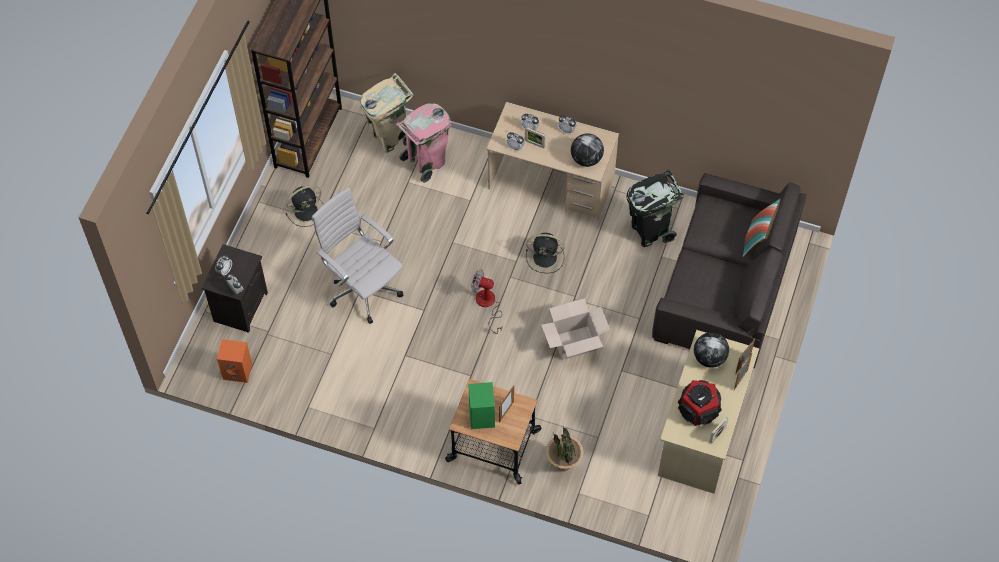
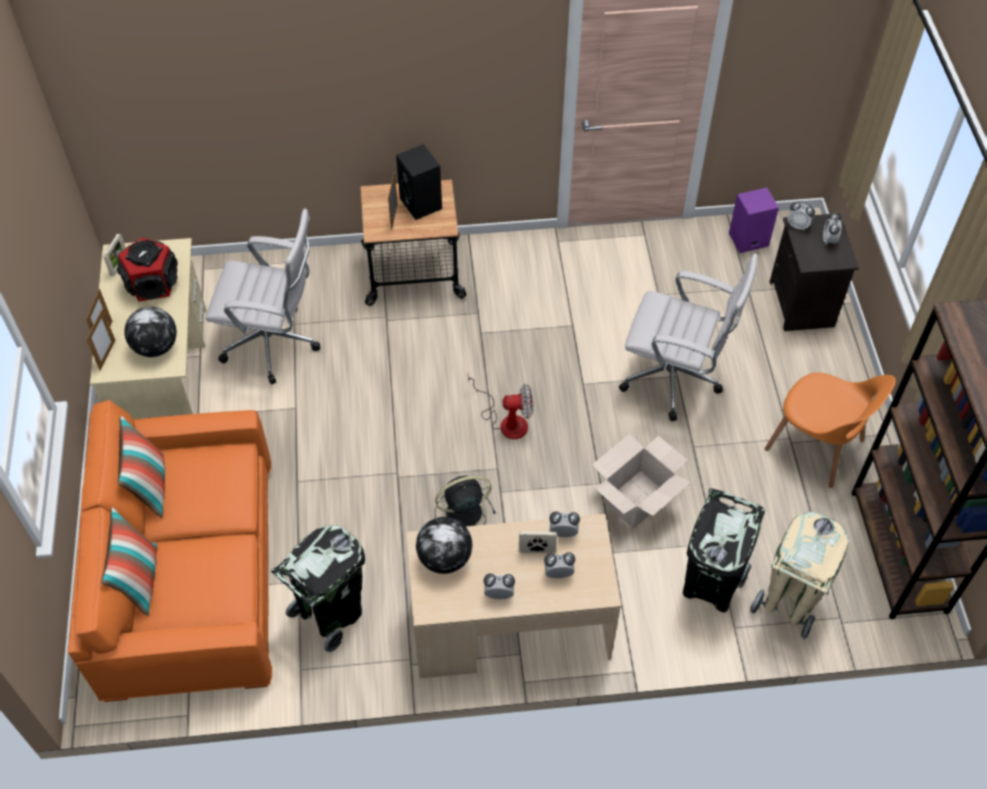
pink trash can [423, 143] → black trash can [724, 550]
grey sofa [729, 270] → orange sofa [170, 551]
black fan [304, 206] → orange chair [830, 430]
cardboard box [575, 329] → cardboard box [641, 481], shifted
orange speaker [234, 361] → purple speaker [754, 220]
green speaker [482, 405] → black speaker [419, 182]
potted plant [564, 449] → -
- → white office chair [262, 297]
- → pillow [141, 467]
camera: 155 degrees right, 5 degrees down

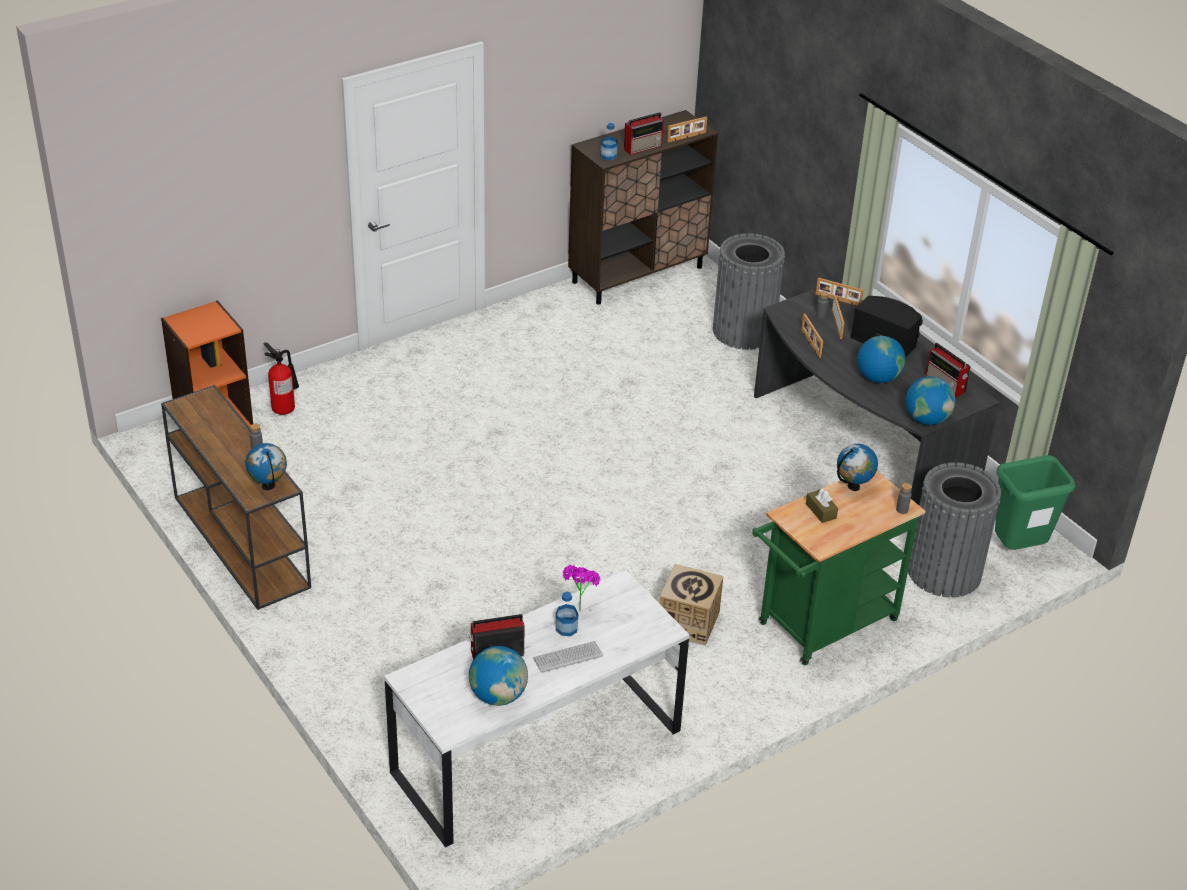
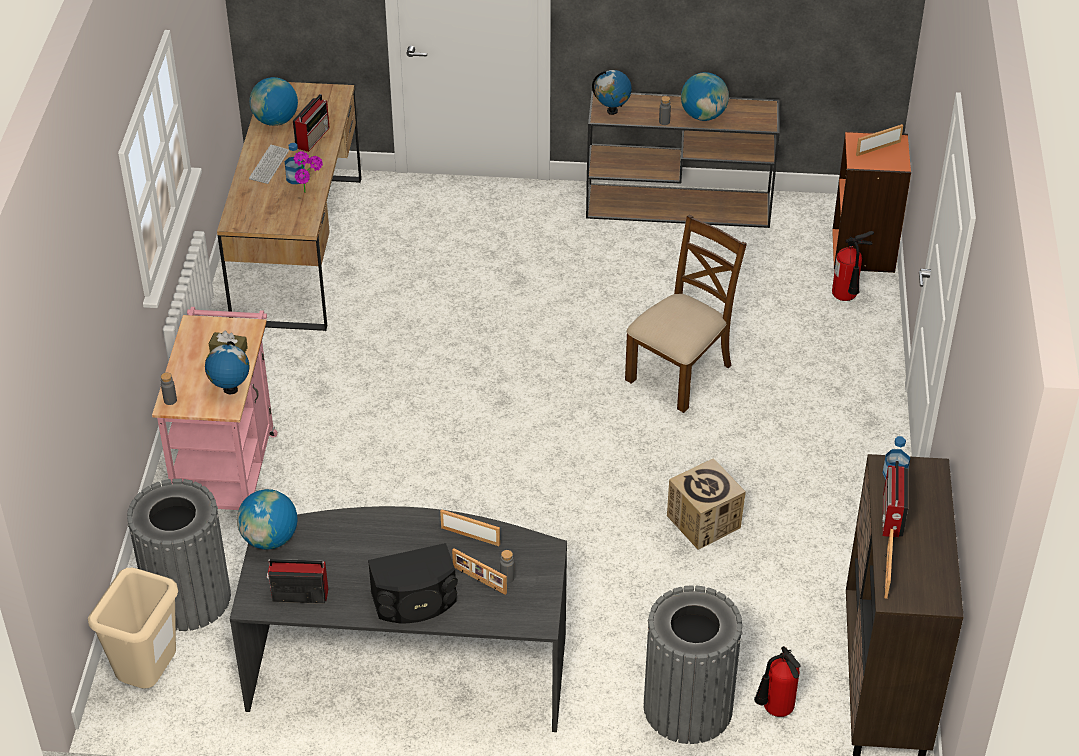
picture frame [839, 291] → picture frame [879, 140], shifted
globe [881, 359] → globe [705, 96], shifted
green trash can [1035, 502] → beige trash can [133, 628]
green cart [839, 568] → pink cart [215, 408]
cardboard box [691, 605] → cardboard box [706, 504], shifted
white desk [537, 708] → brown desk [289, 206]
- → brown chair [686, 314]
- → fire extinguisher [777, 681]
camera: 130 degrees right, 5 degrees up

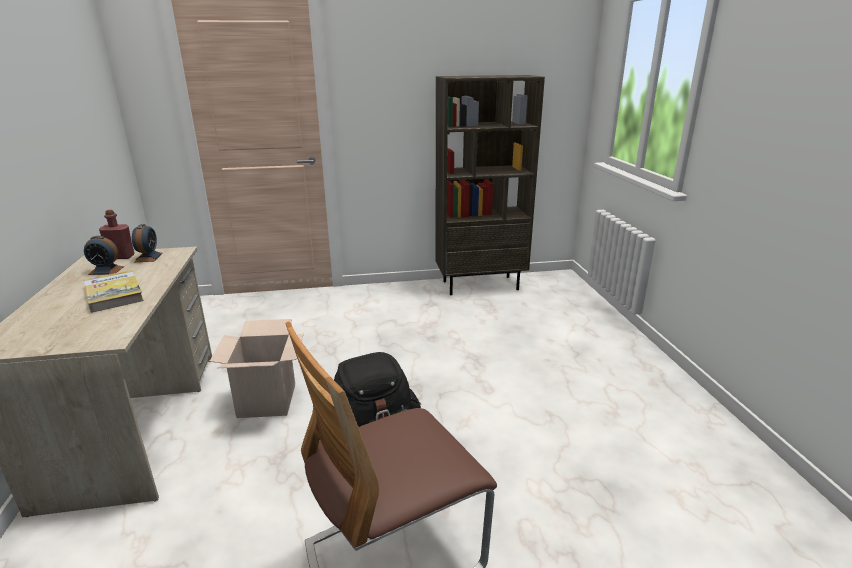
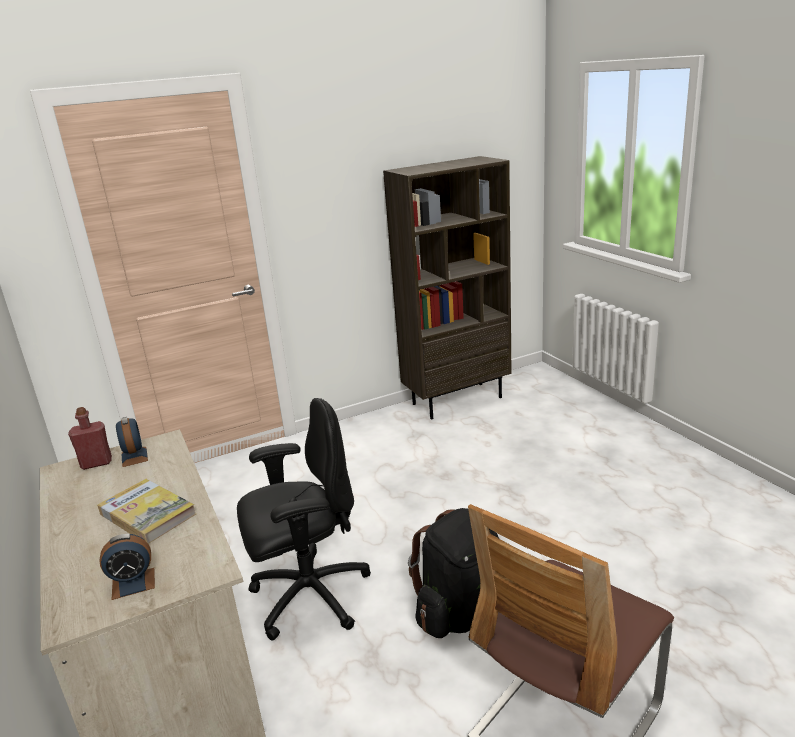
alarm clock [104, 255] → alarm clock [127, 567], shifted
cardboard box [256, 368] → black office chair [304, 519]
camera: 15 degrees left, 0 degrees up

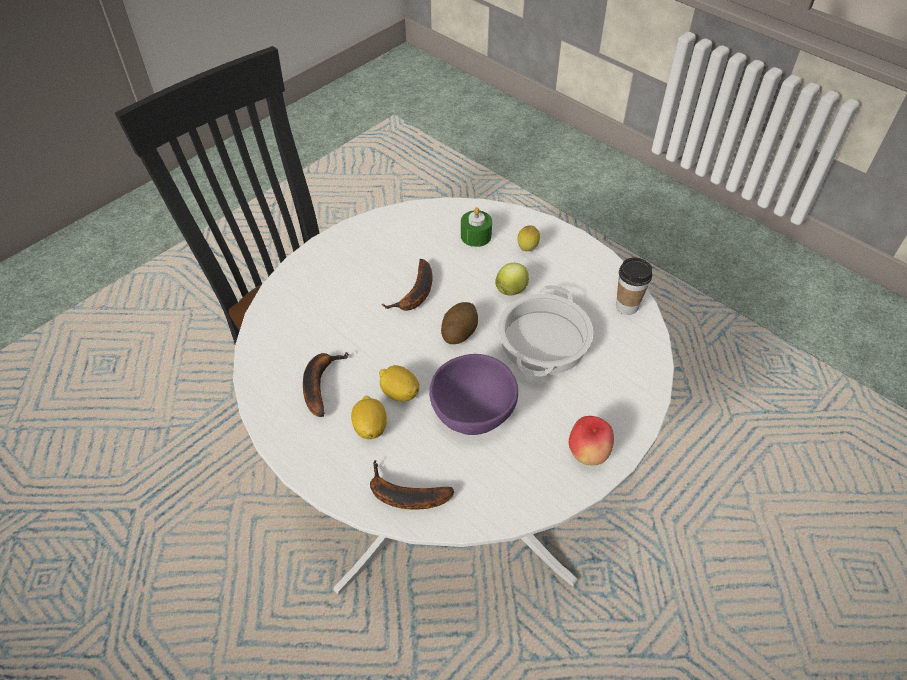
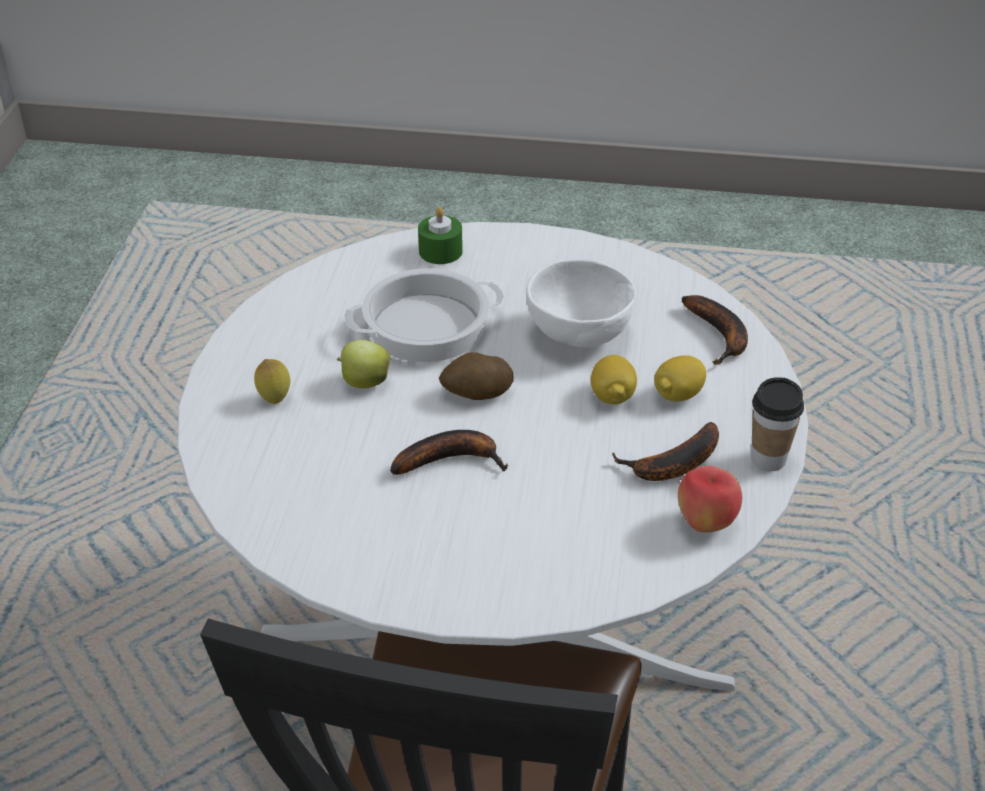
green candle [476, 227] → green candle [440, 235], shifted
cup [634, 286] → cup [777, 424], shifted
purple bowl [473, 394] → white bowl [581, 303]
apple [591, 440] → apple [710, 499], shifted
camera: 125 degrees left, 10 degrees down

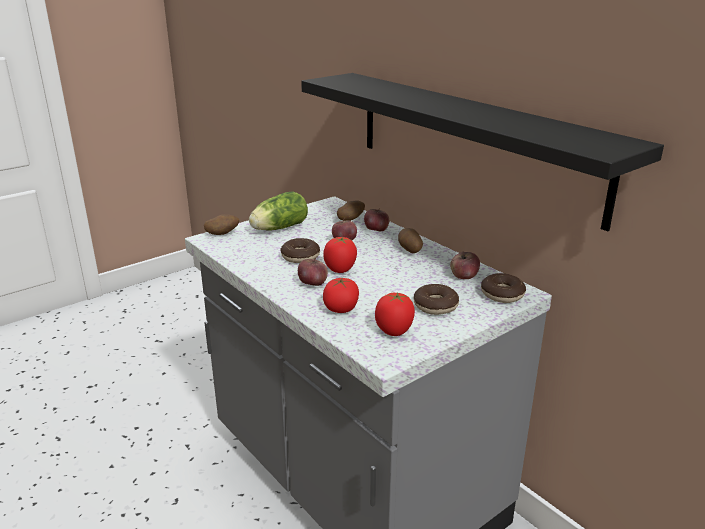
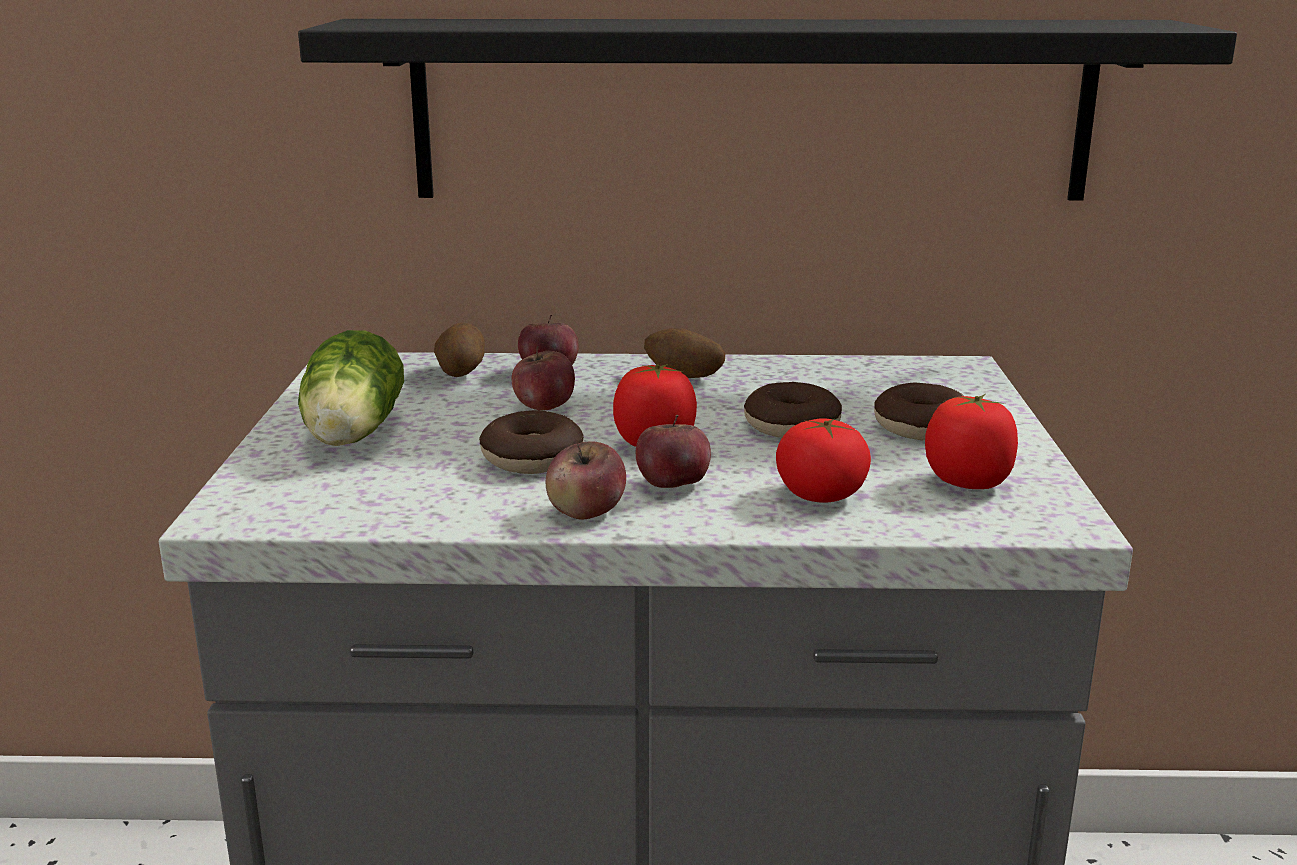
potato [221, 225] → -
apple [465, 265] → apple [586, 480], shifted
donut [503, 288] → donut [793, 410], shifted
camera: 50 degrees left, 5 degrees down

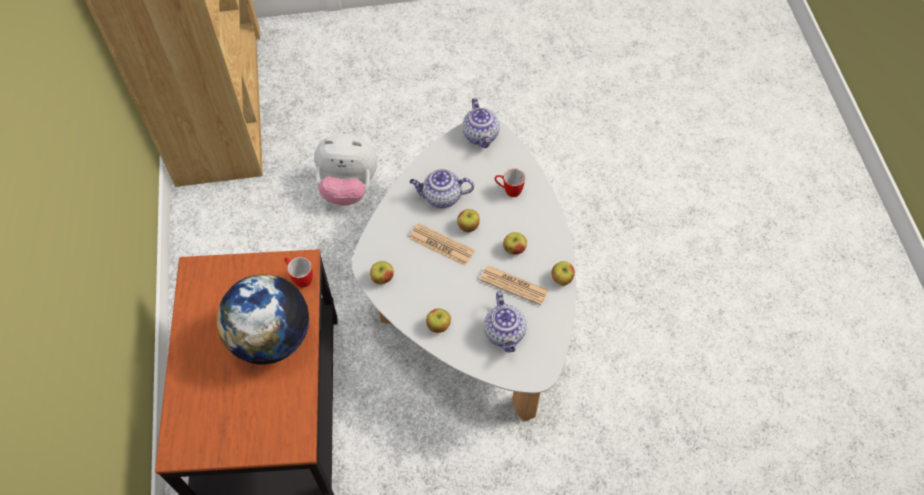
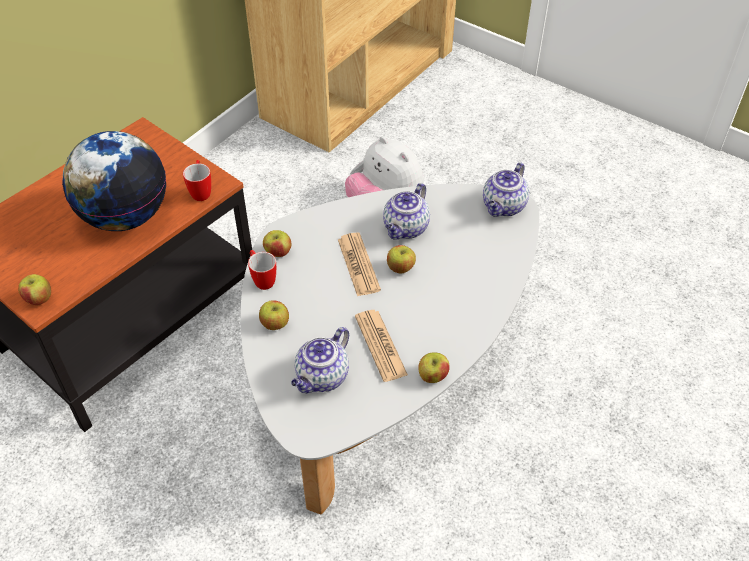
mug [510, 182] → mug [262, 270], shifted
teapot [441, 188] → teapot [406, 211], 105 degrees counterclockwise
apple [515, 243] → apple [34, 289], shifted
camera: 45 degrees right, 10 degrees down

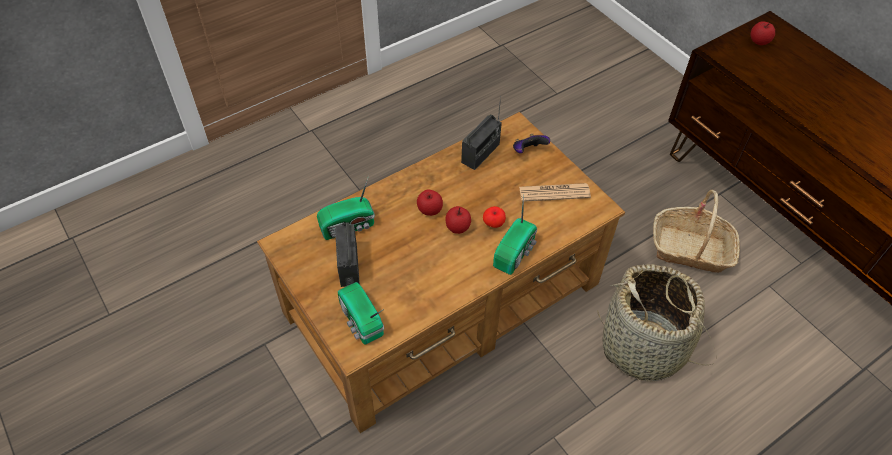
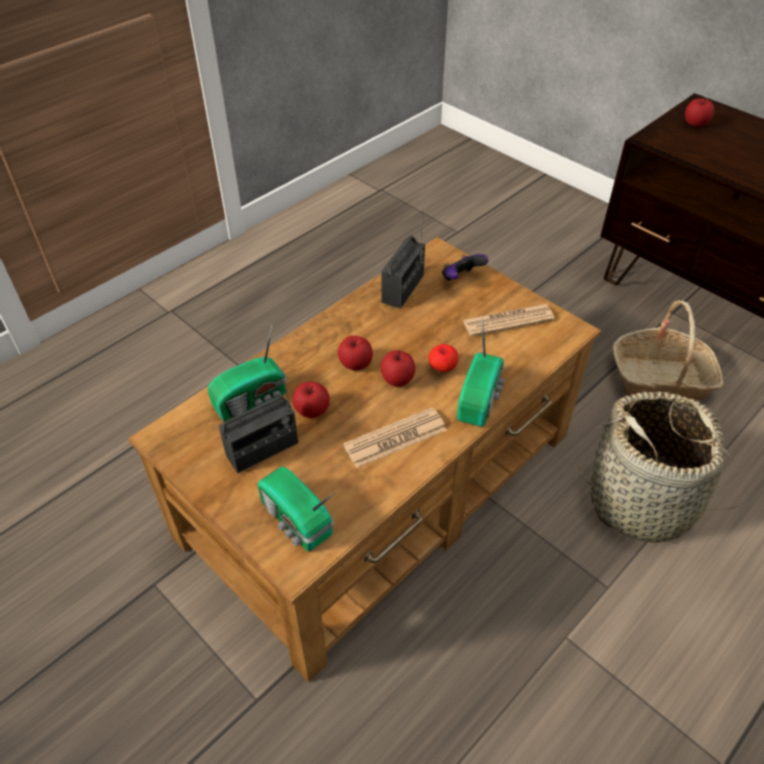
radio [347, 254] → radio [258, 422], 105 degrees counterclockwise
- → apple [311, 400]
- → newspaper [395, 437]
camera: 10 degrees left, 5 degrees down

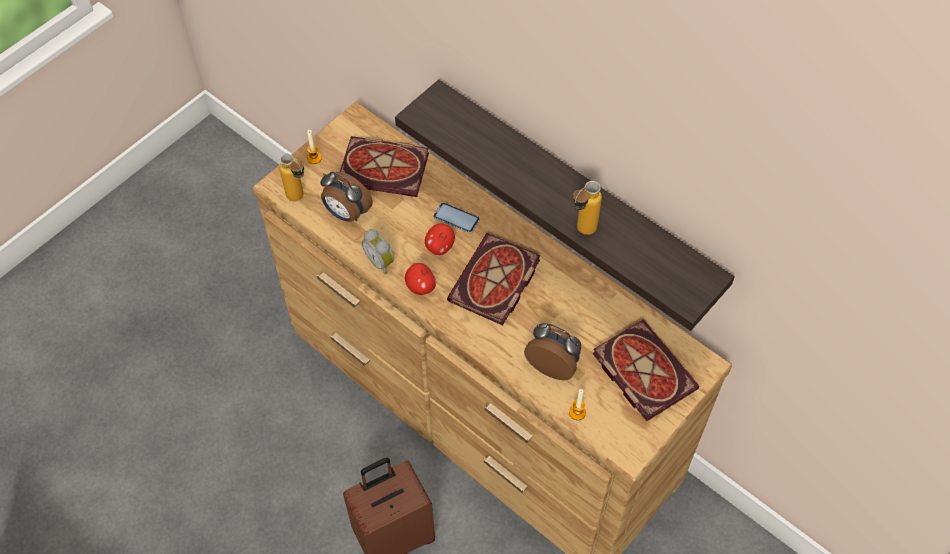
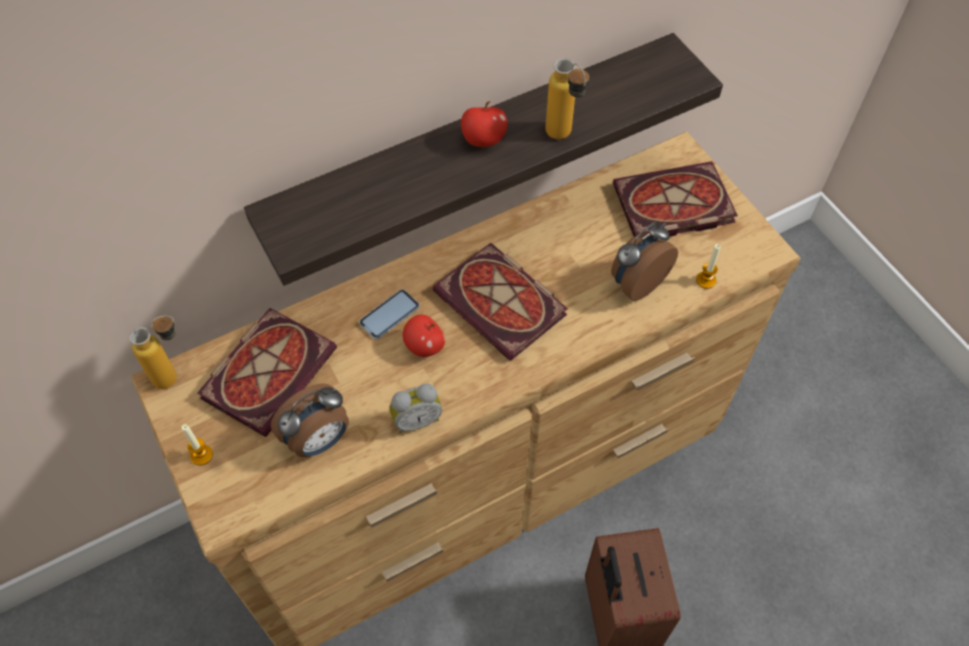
bottle [292, 177] → bottle [153, 352], shifted
apple [420, 279] → apple [484, 124], shifted
camera: 70 degrees left, 0 degrees up

